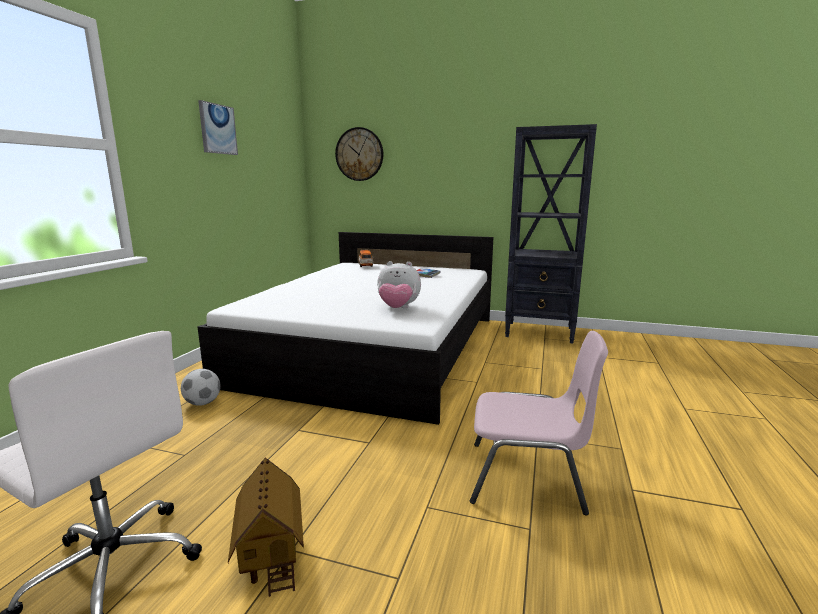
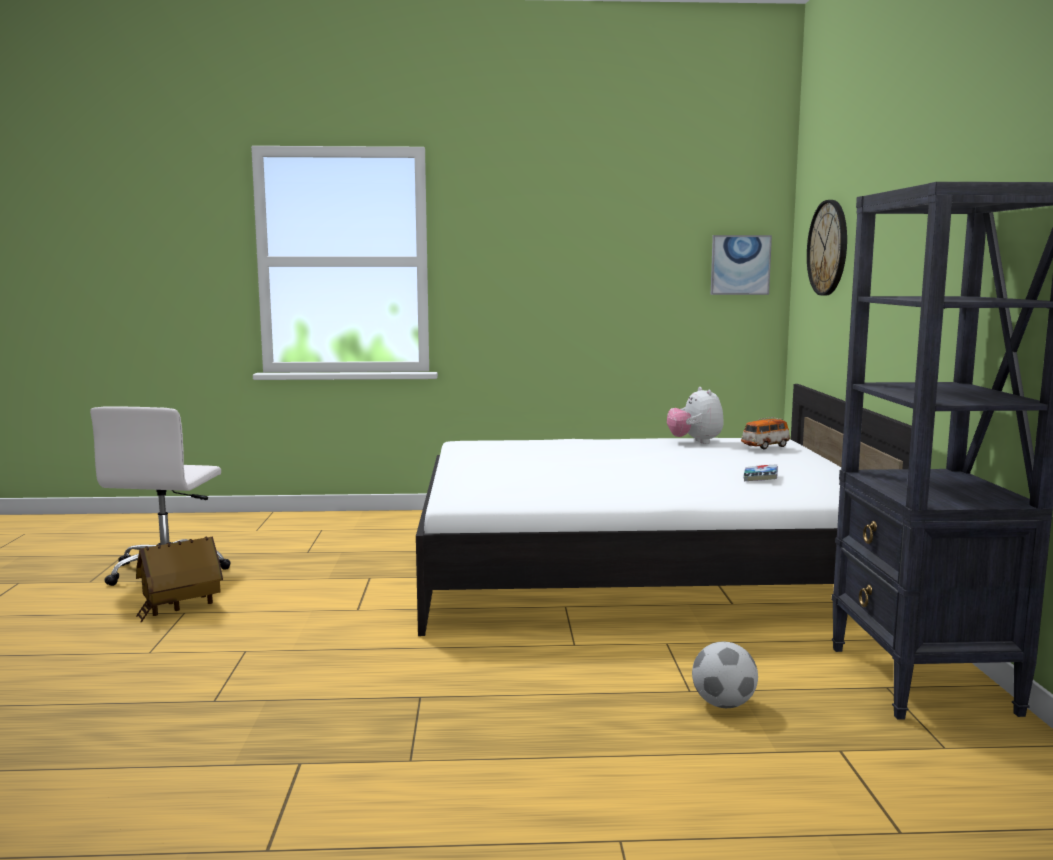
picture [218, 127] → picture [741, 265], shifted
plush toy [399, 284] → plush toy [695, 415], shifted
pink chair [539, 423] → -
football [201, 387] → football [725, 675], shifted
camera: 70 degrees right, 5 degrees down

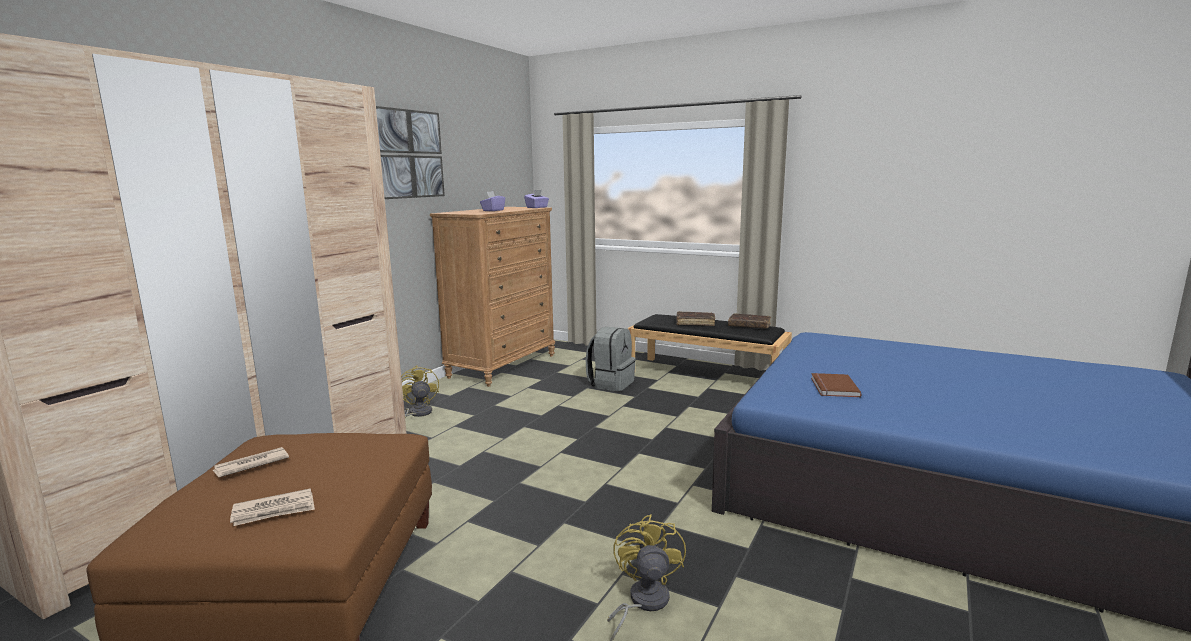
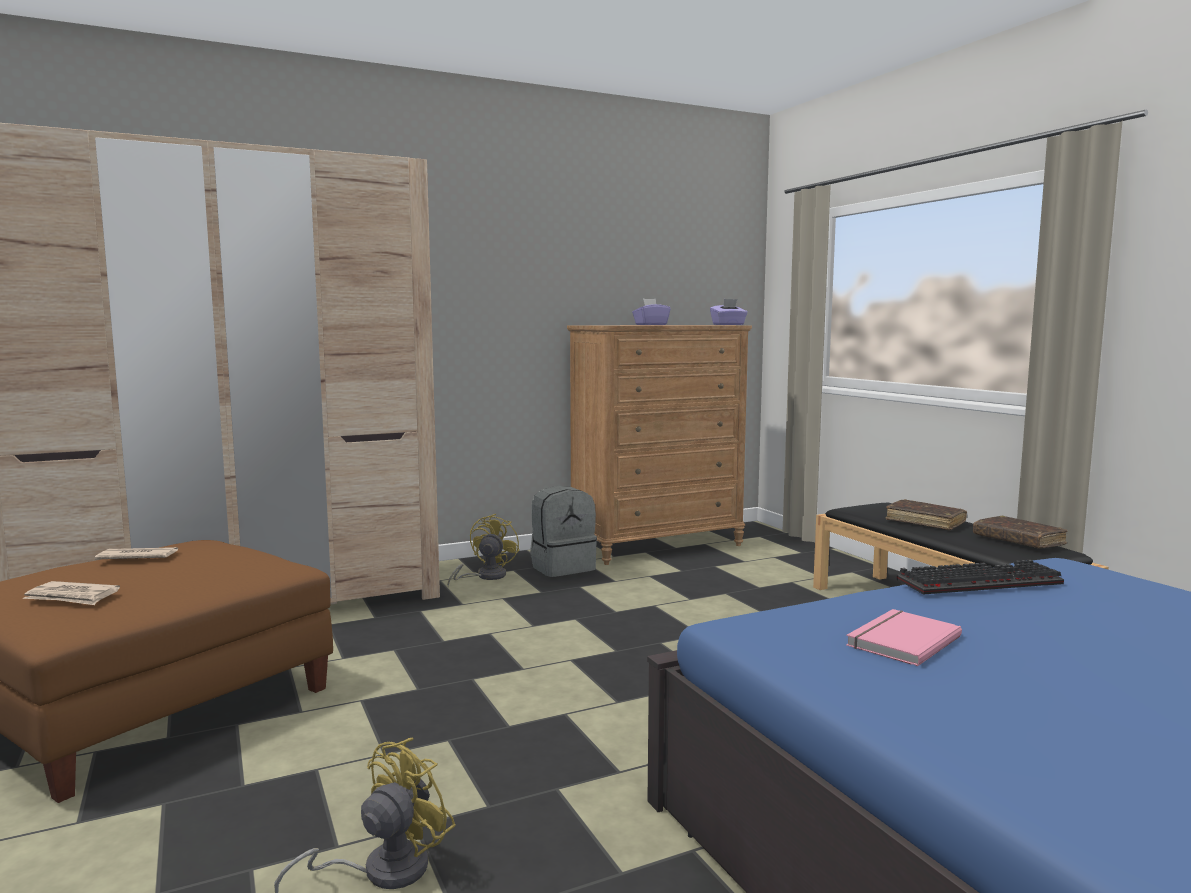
picture [410, 152] → -
grey backpack [611, 359] → grey backpack [563, 531], shifted
brown book [836, 385] → pink book [904, 637]
- → keyboard [980, 577]
camera: 35 degrees right, 5 degrees down

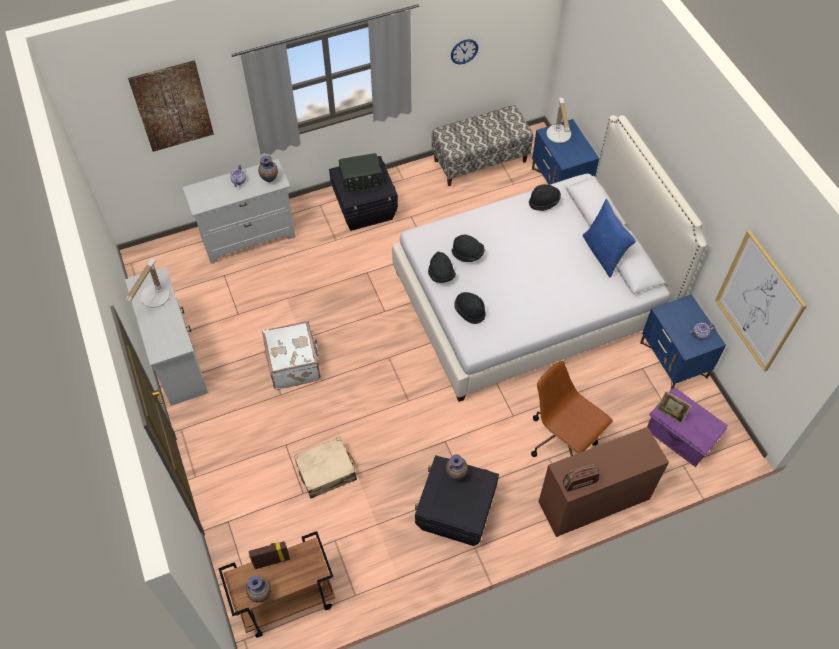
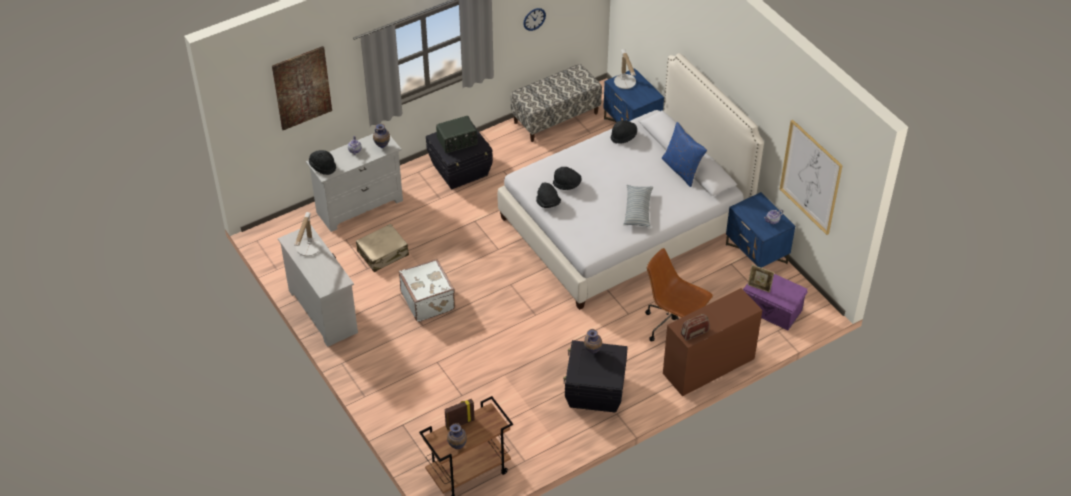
black hat [470, 308] → black hat [322, 162], shifted
beige suitcase [325, 467] → beige suitcase [382, 248], shifted
- → pillow [638, 206]
camera: 10 degrees left, 10 degrees down

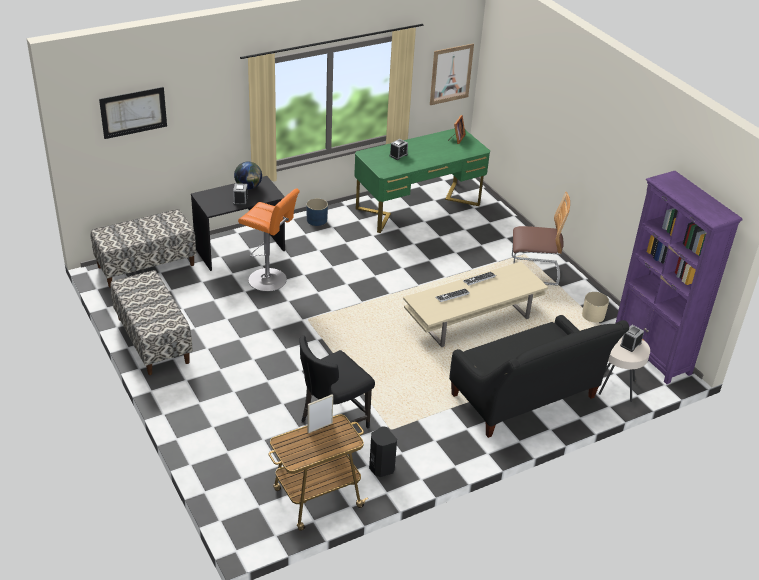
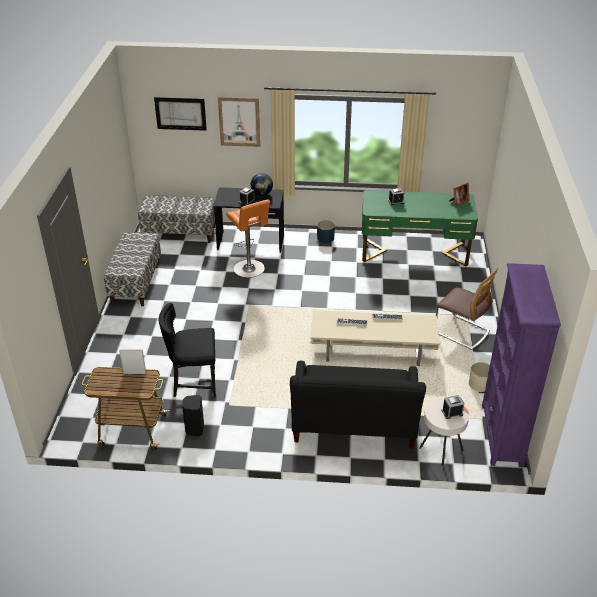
picture [452, 74] → picture [239, 122], shifted
camera: 35 degrees right, 0 degrees up

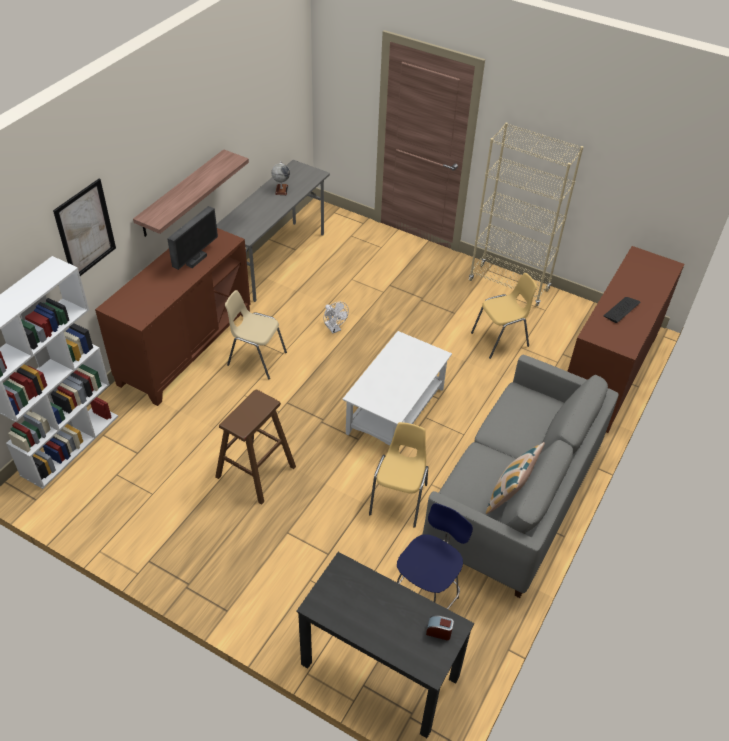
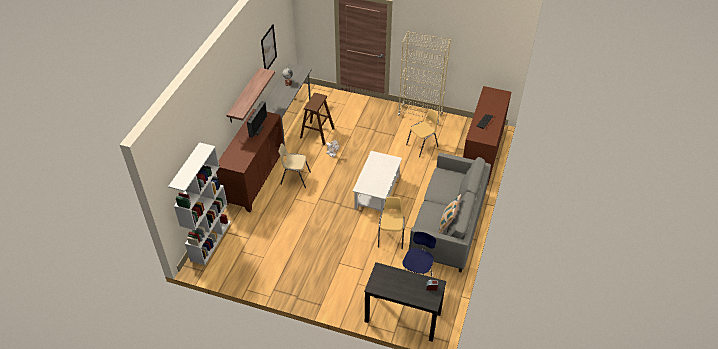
picture [84, 227] → picture [269, 46], shifted
brown stool [255, 447] → brown stool [317, 119], shifted
camera: 10 degrees left, 0 degrees up

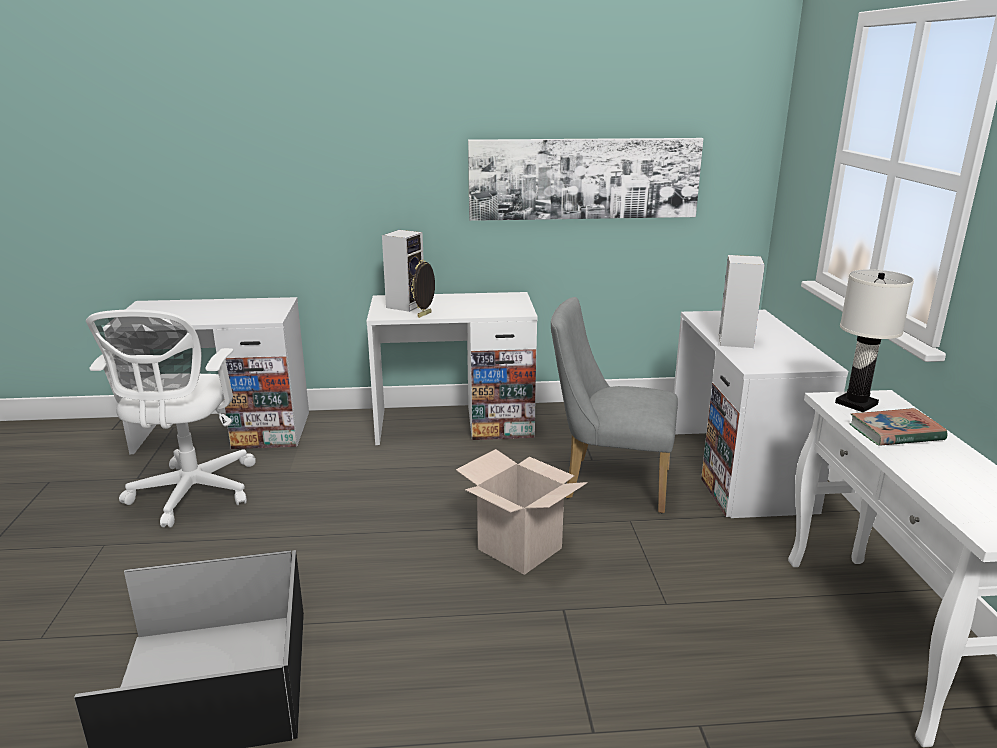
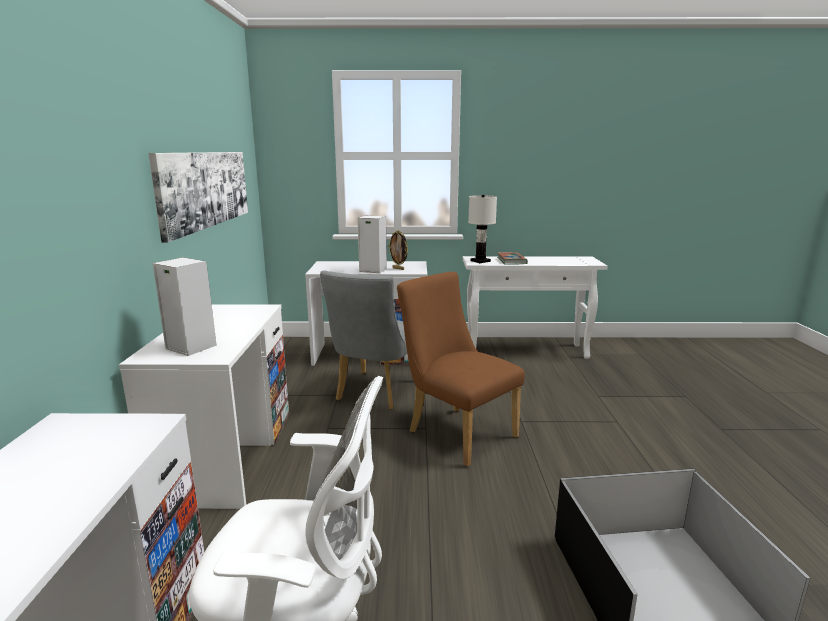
picture frame [423, 289] → picture frame [398, 250], shifted
cardboard box [522, 512] → brown chair [461, 369]
camera: 85 degrees left, 5 degrees down

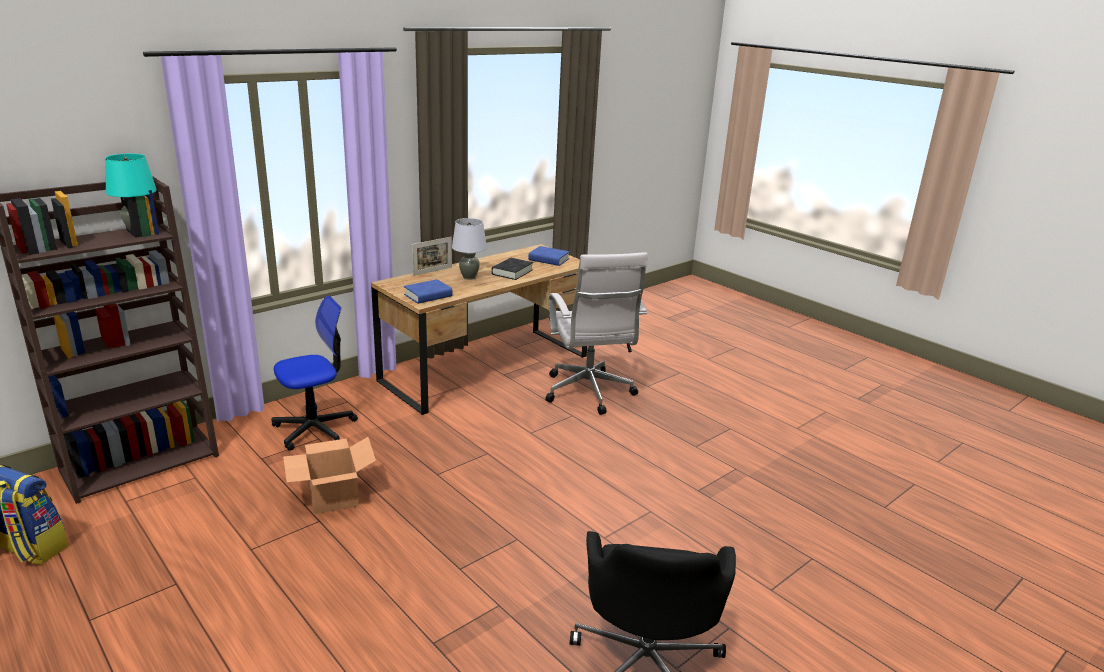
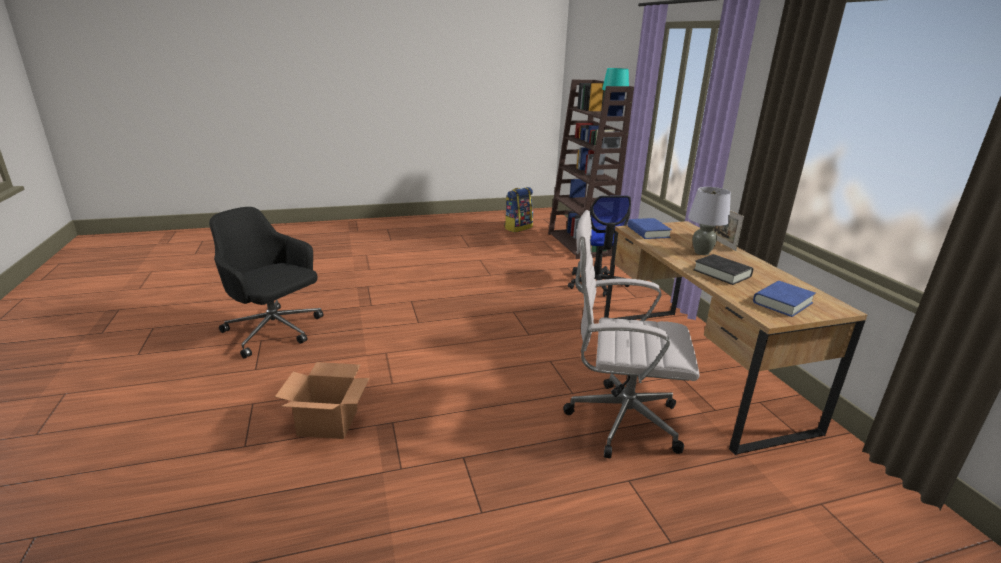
cardboard box [329, 475] → cardboard box [322, 400], shifted
camera: 115 degrees right, 0 degrees up

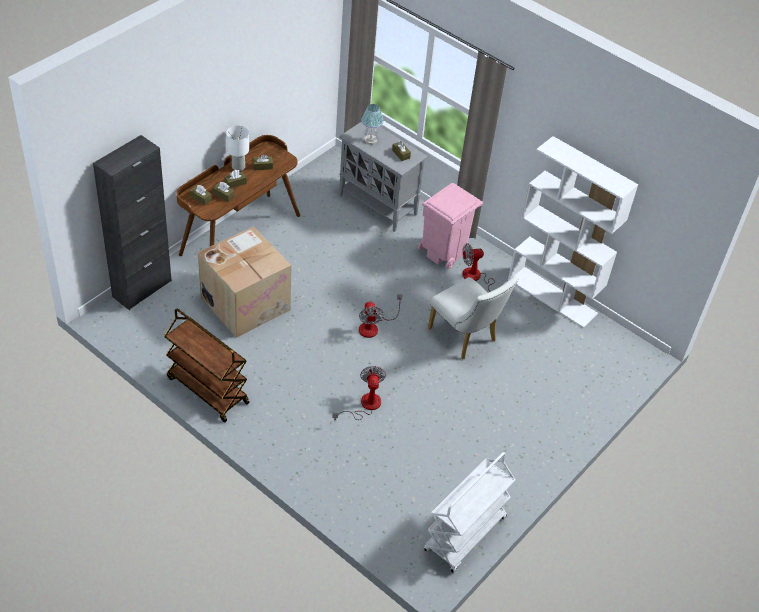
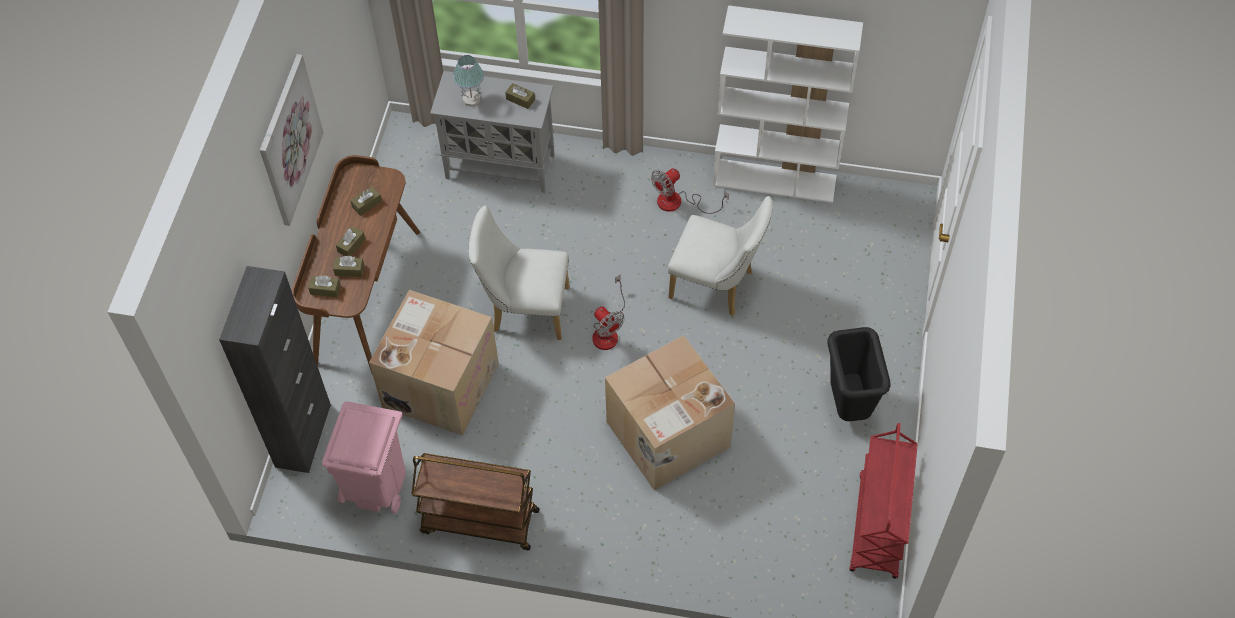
white table lamp [237, 148] → -
pink trash can [450, 226] → pink trash can [364, 457], shifted
fan [359, 393] → cardboard box [670, 413]
white cart [469, 512] → red cart [883, 501]
- → picture [292, 140]
- → white chair [519, 272]
- → black trash can [859, 374]
camera: 25 degrees left, 10 degrees up

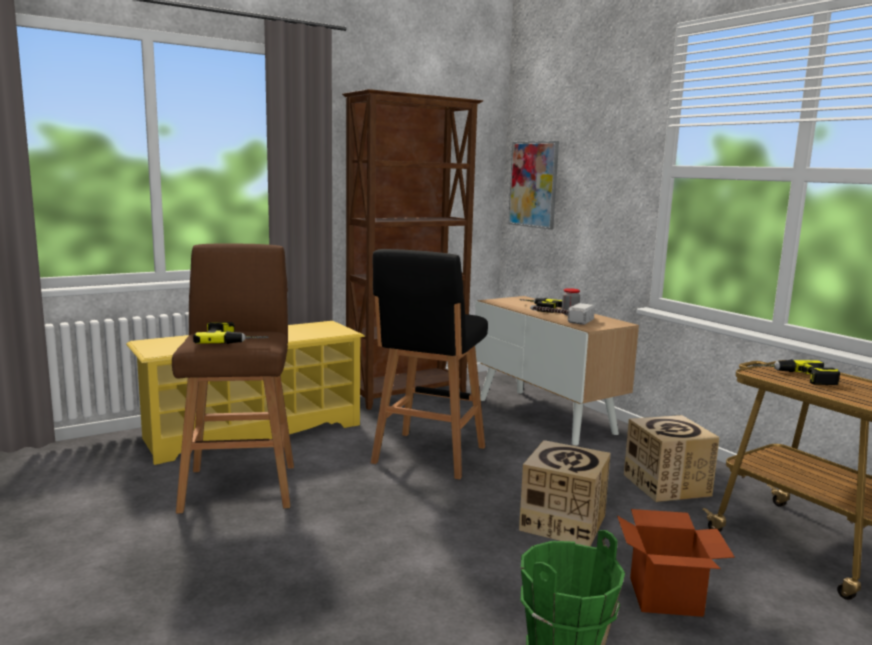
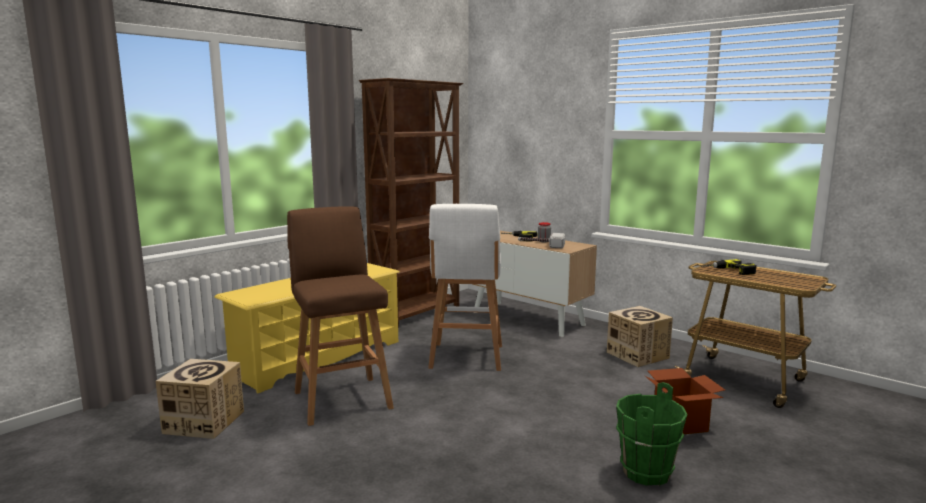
picture [533, 185] → -
black stool [429, 364] → white stool [465, 287]
power drill [230, 333] → -
cardboard box [565, 493] → cardboard box [200, 399], shifted
camera: 15 degrees left, 0 degrees up

